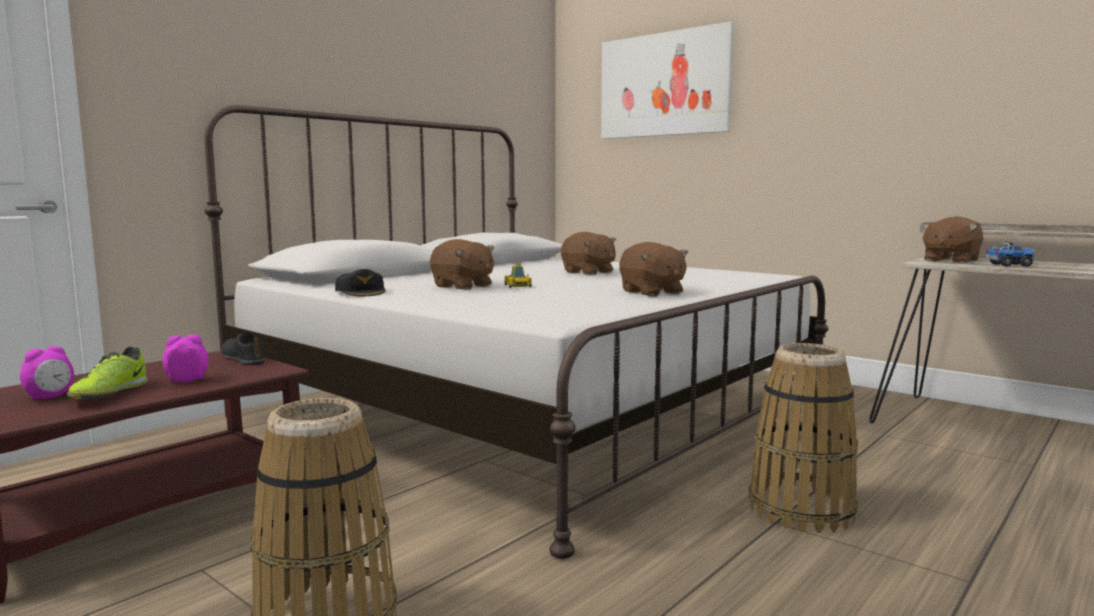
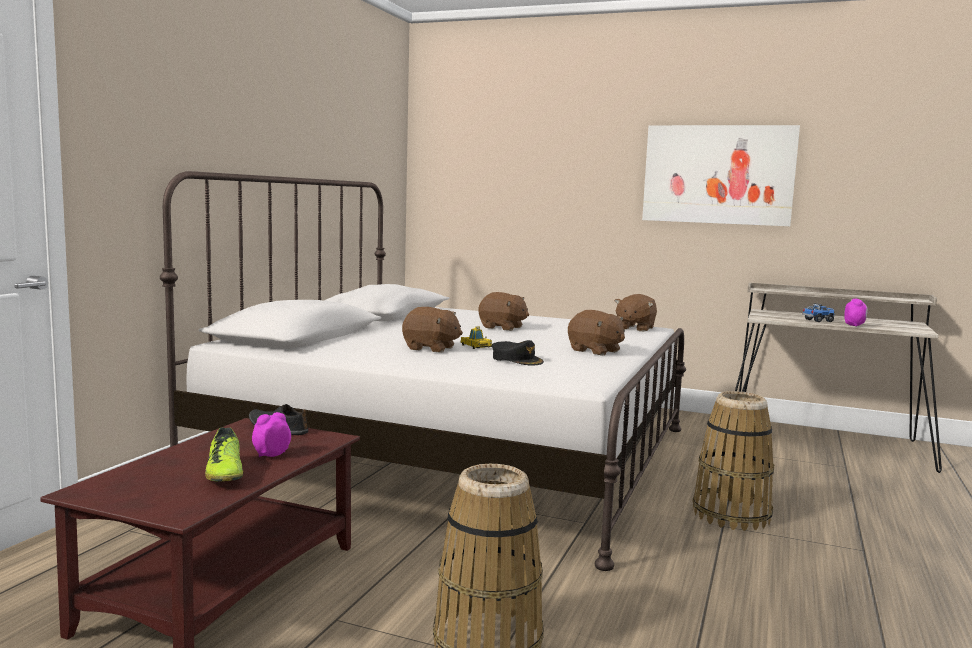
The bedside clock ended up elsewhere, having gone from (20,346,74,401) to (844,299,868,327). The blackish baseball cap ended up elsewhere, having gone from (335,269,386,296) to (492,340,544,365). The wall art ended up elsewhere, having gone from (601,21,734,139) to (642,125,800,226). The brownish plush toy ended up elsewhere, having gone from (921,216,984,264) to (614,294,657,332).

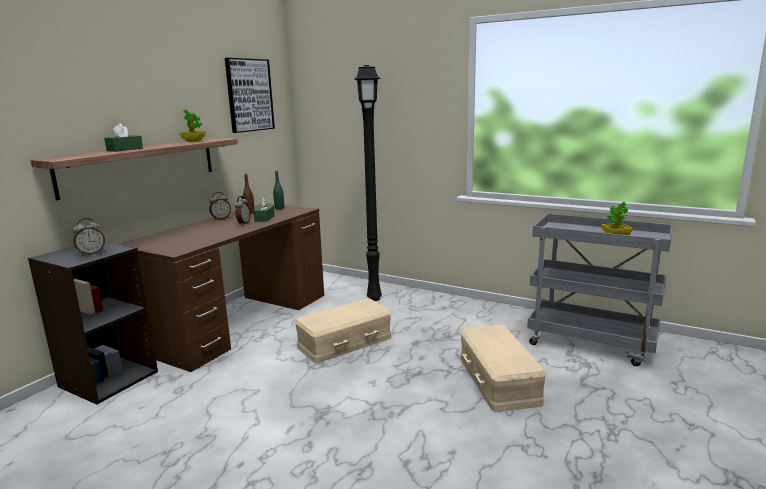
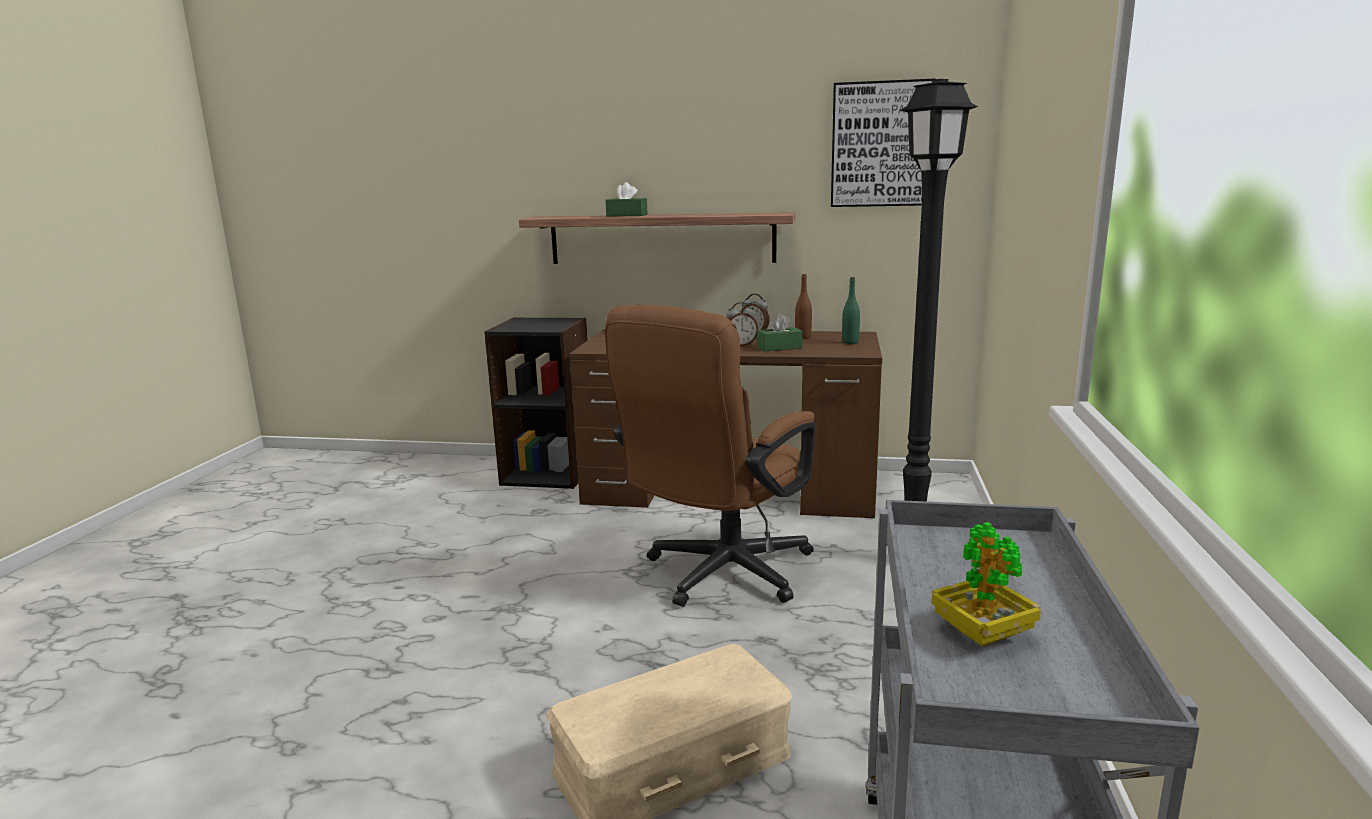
The second view lost the bedside clock at (73,218,105,256). The second view lost the houseplant at (179,109,206,142). Where the sand-coloured storage box stood at (294,298,392,363), the brownish desk chair came to stand at (605,305,816,607).

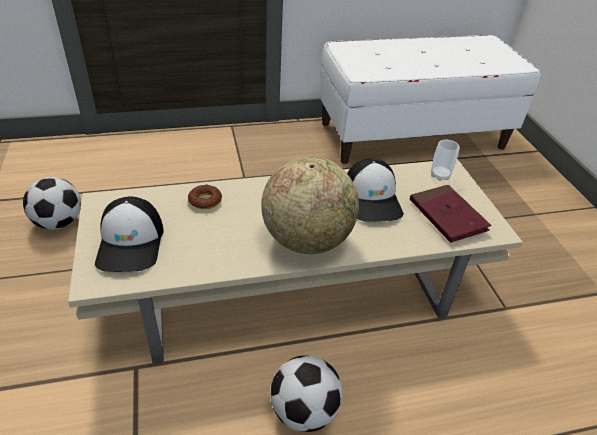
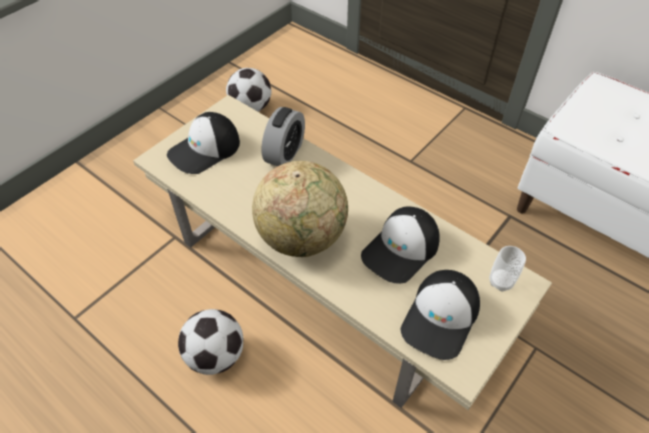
Where the ring doughnut stood at (188,185,222,209), the bedside clock came to stand at (261,107,305,166). Where the red volume stood at (410,185,491,242), the baseball cap came to stand at (400,270,480,360).

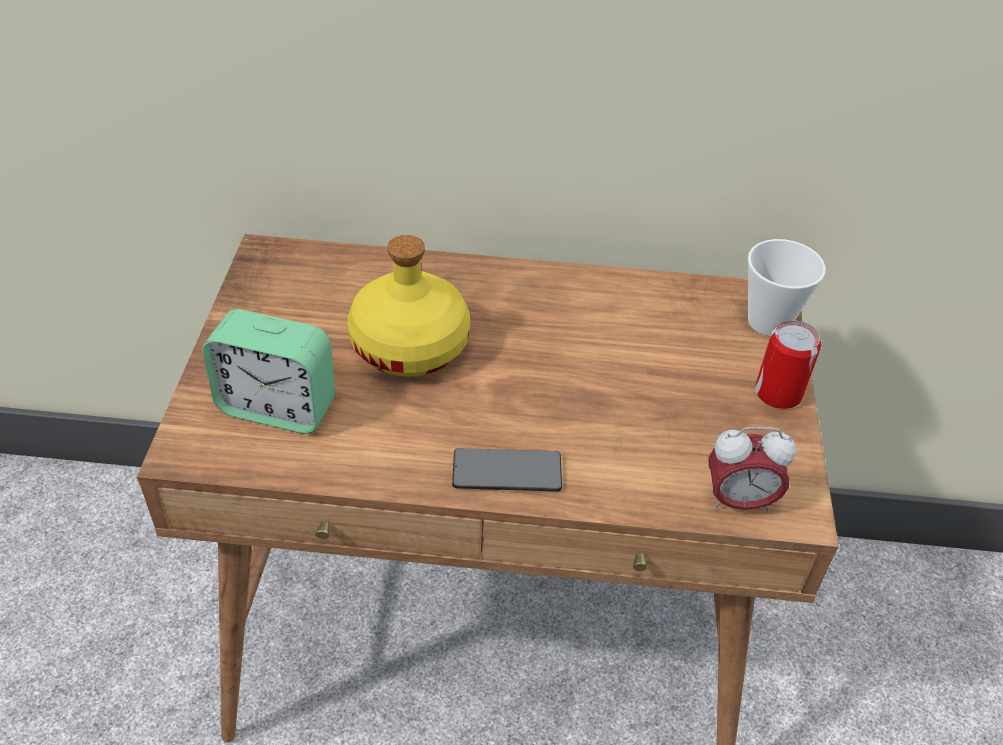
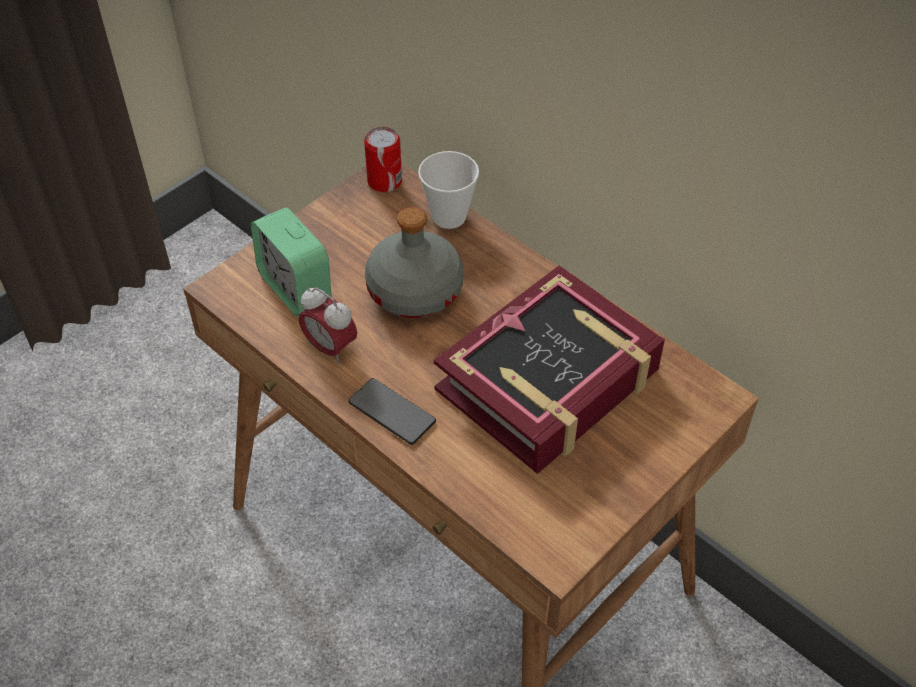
What was the yellowish beverage bottle at (347,235,470,377) turned into the greyish beverage bottle at (365,207,464,318). The bedside clock ended up elsewhere, having gone from (708,427,796,513) to (299,287,357,364). The cup ended up elsewhere, having gone from (748,239,826,336) to (418,151,479,229). The metal can ended up elsewhere, having gone from (755,320,822,409) to (364,127,402,192). The second view gained the volume at (434,266,665,474).

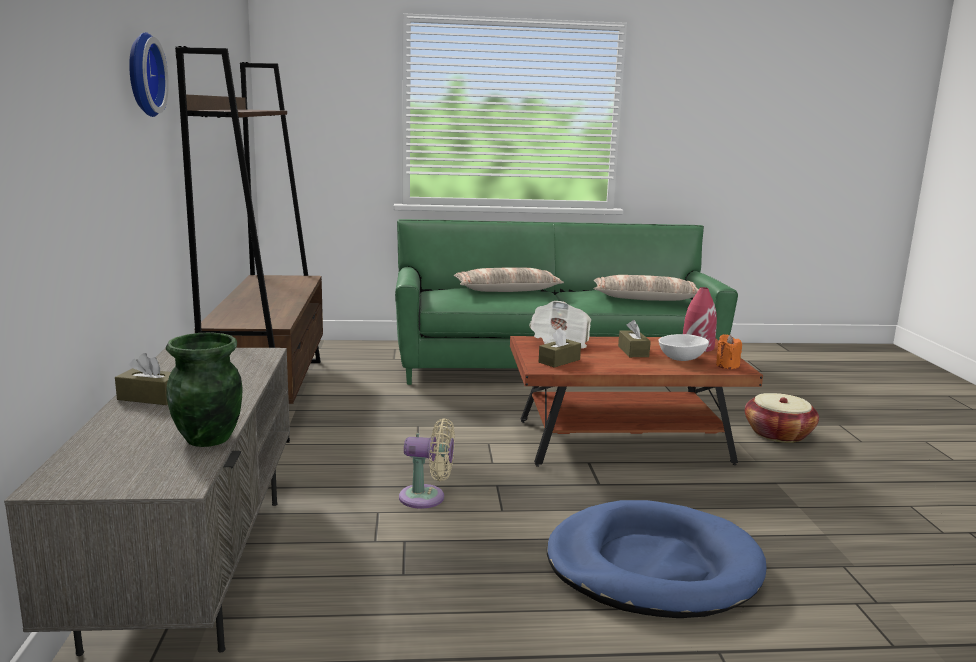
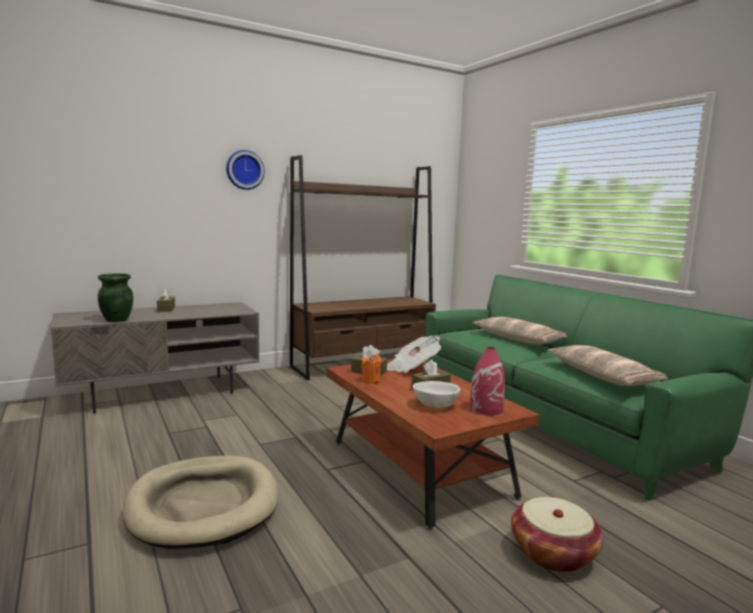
The second view lost the sand-coloured electric fan at (399,418,455,509). What was the bluish dog bed at (547,500,767,618) turned into the sand-coloured dog bed at (122,456,279,549). The orange-coloured wax light ended up elsewhere, having gone from (716,334,742,369) to (361,354,381,384).

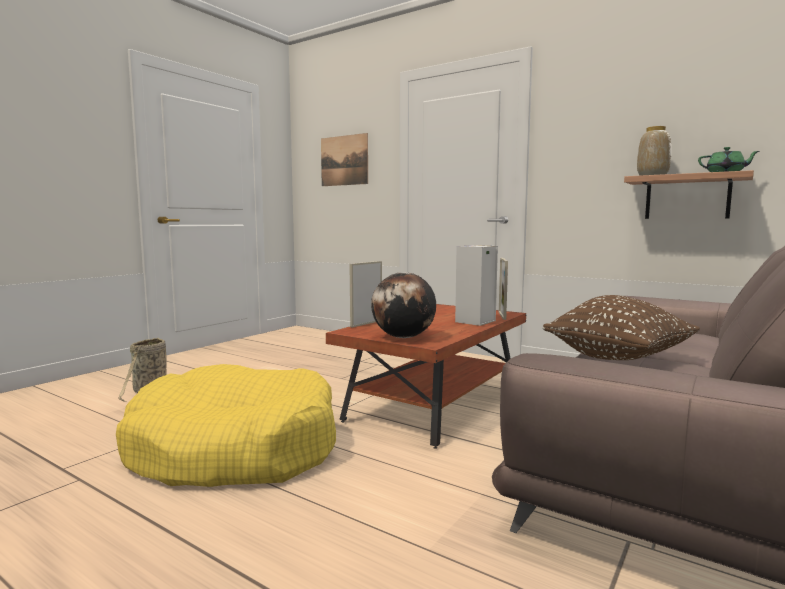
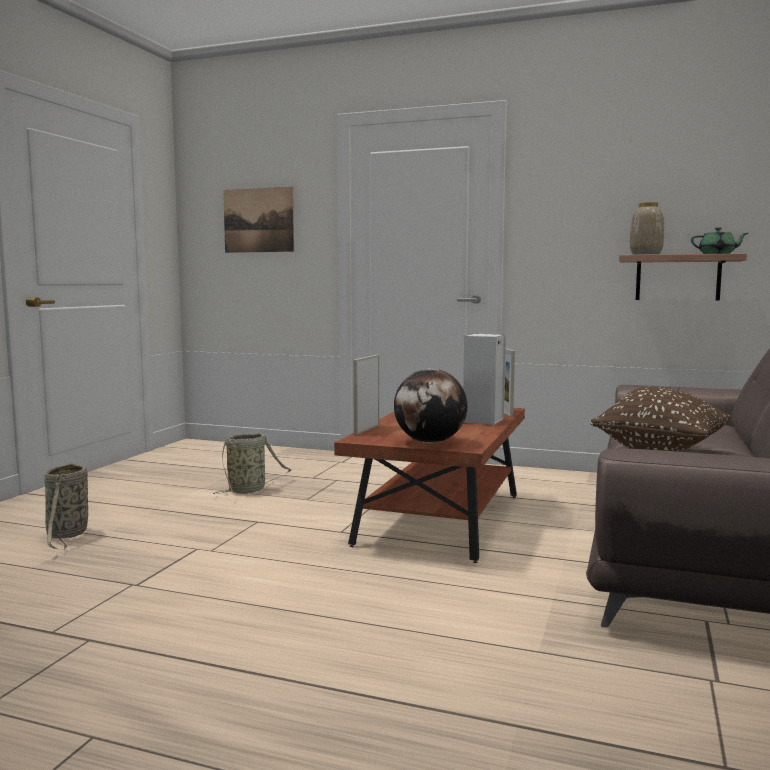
The second view lost the yellowish dog bed at (116,364,336,487). The second view gained the basket at (213,433,291,494).

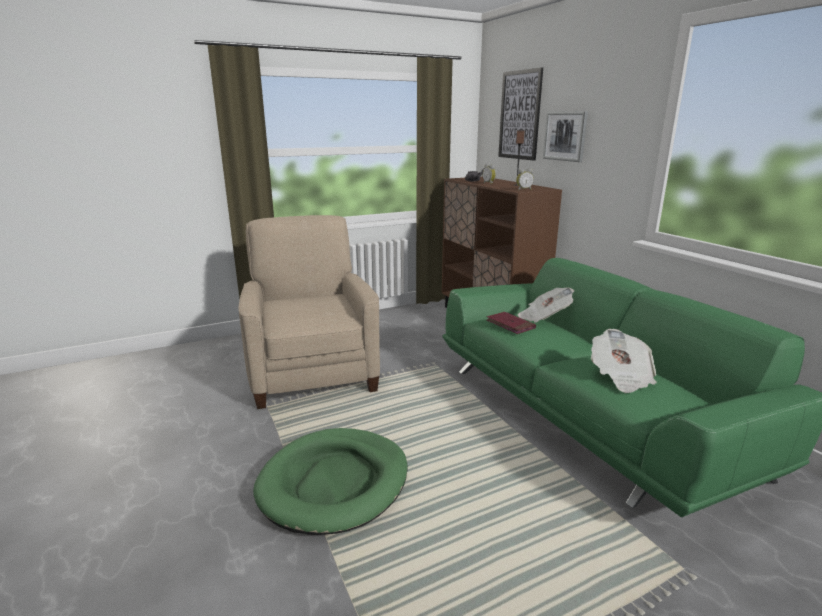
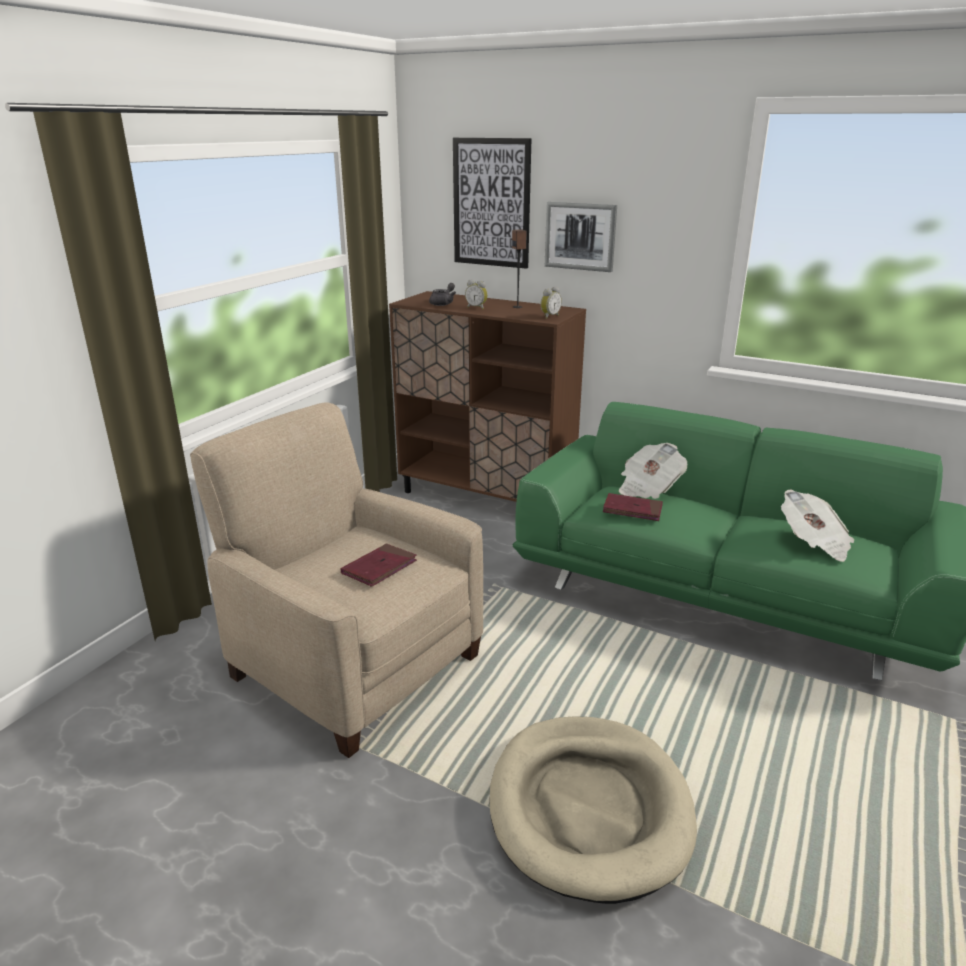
What was the greenish dog bed at (253,428,408,535) turned into the sand-coloured dog bed at (489,716,697,904). The second view gained the red volume at (341,544,417,587).

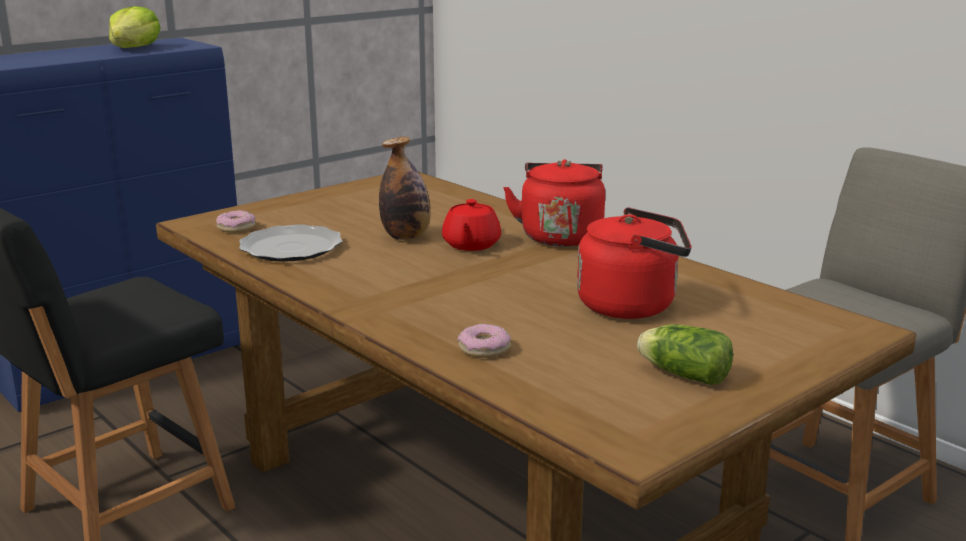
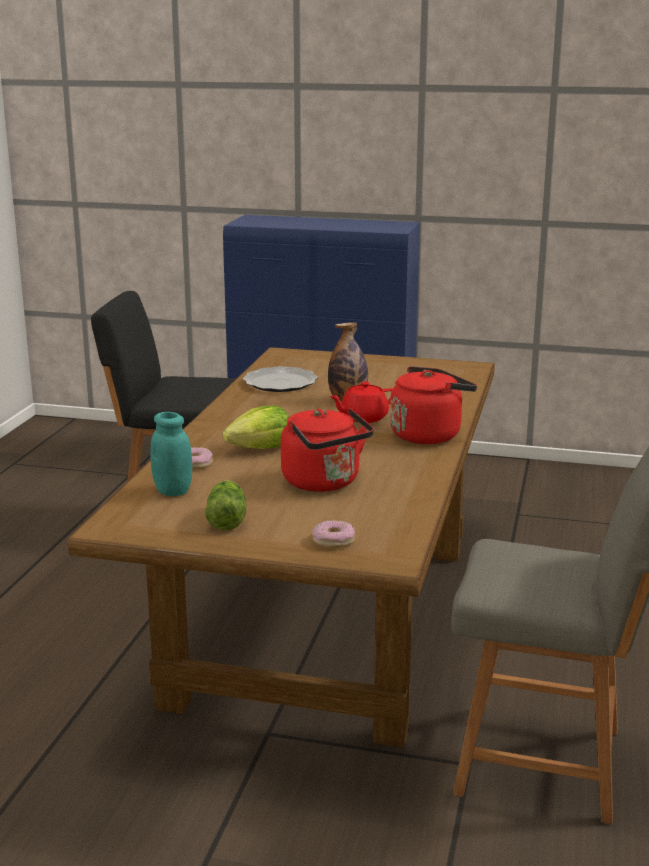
The head of lettuce ended up elsewhere, having gone from (109,6,161,48) to (222,405,289,449). The ring doughnut ended up elsewhere, having gone from (216,210,256,233) to (313,520,355,548). The second view gained the turquoise-coloured storage jar at (150,412,192,496).

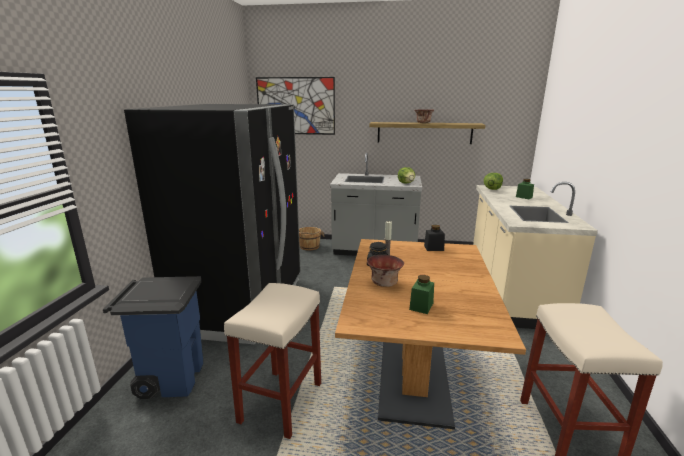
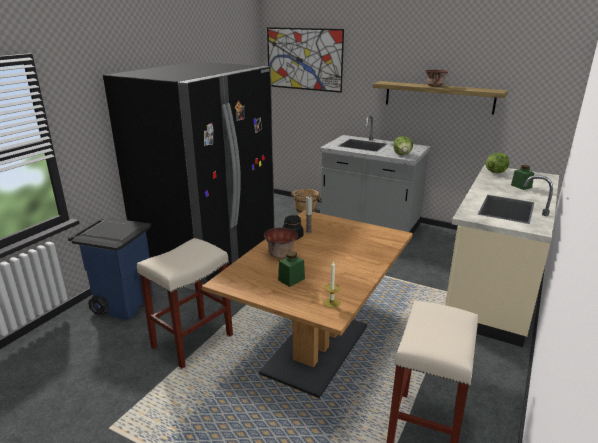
The second view lost the blackish storage jar at (424,225,445,251). The second view gained the wax light at (323,261,341,308).

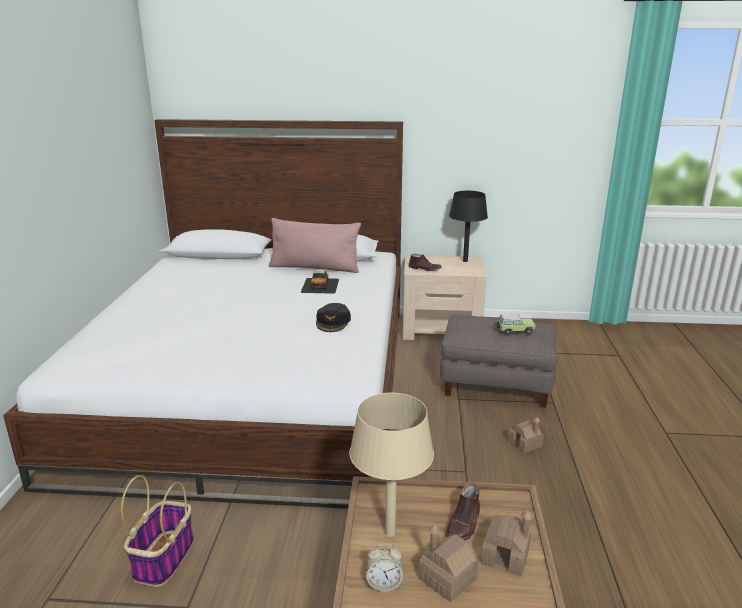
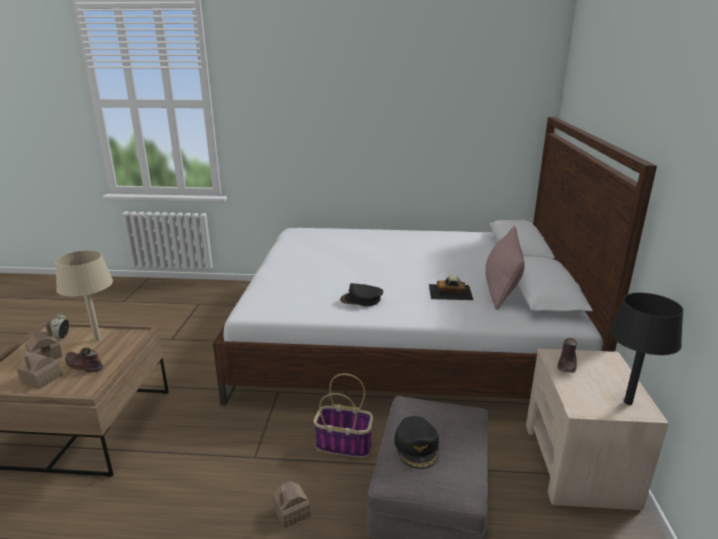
The basket ended up elsewhere, having gone from (121,475,194,587) to (313,373,373,458). Where the toy car stood at (497,314,536,335), the blackish baseball cap came to stand at (394,416,439,469).

